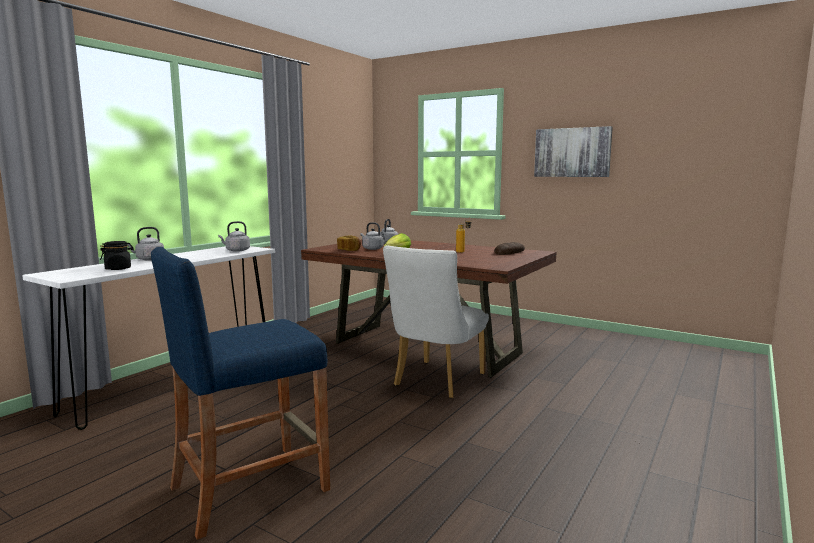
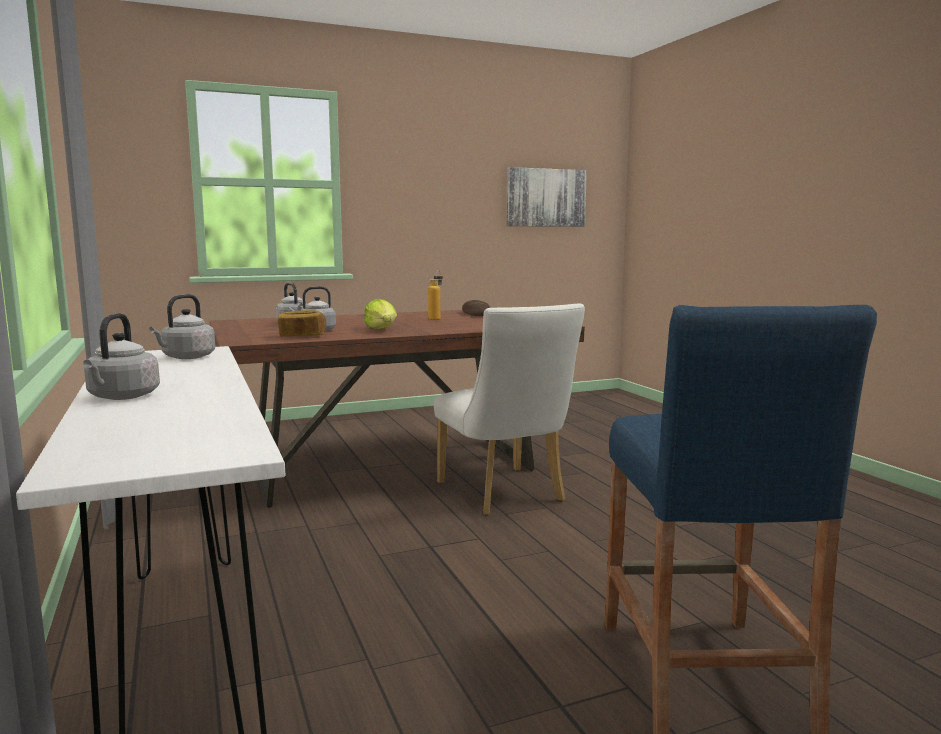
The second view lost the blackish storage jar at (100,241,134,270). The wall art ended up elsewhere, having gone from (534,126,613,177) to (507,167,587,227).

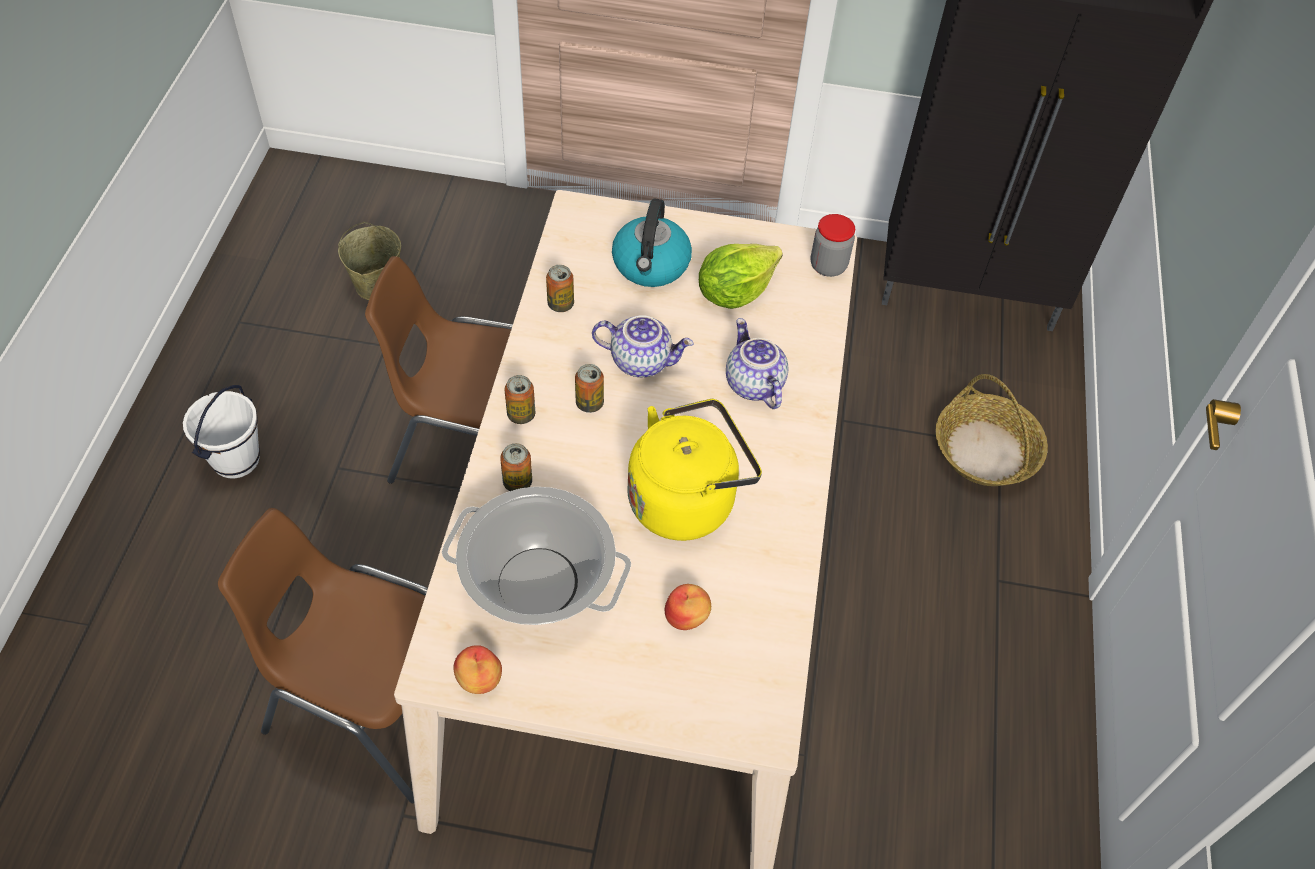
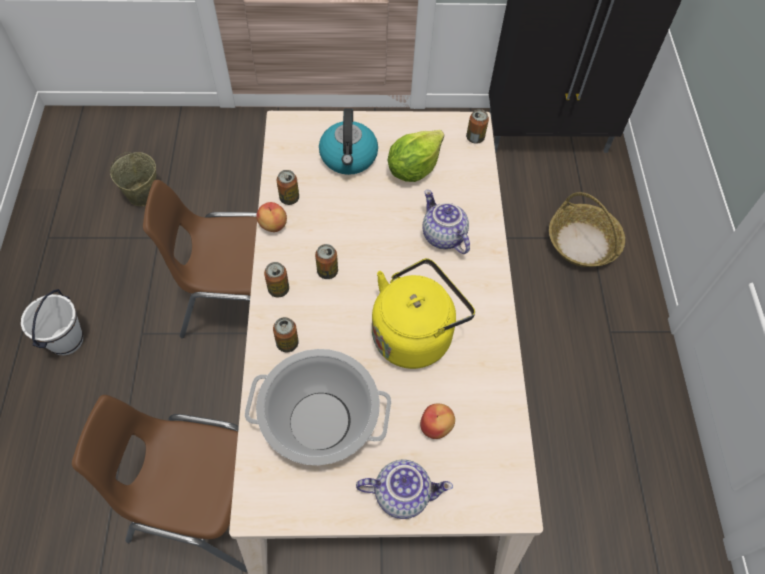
The whole apple ended up elsewhere, having gone from (453,645,502,694) to (256,202,287,232). The pot for tea ended up elsewhere, having gone from (592,315,694,377) to (356,460,453,519). Where the storage jar stood at (811,214,855,277), the metal can came to stand at (466,109,489,144).

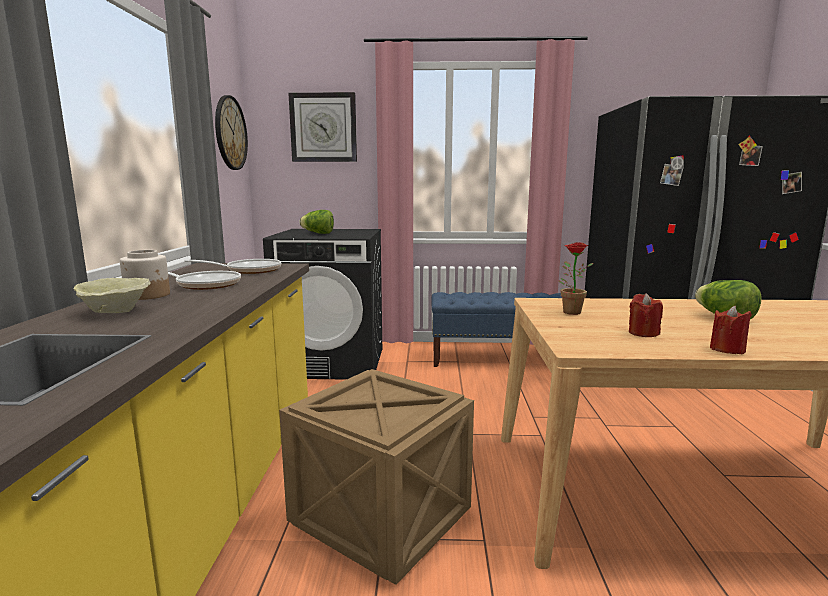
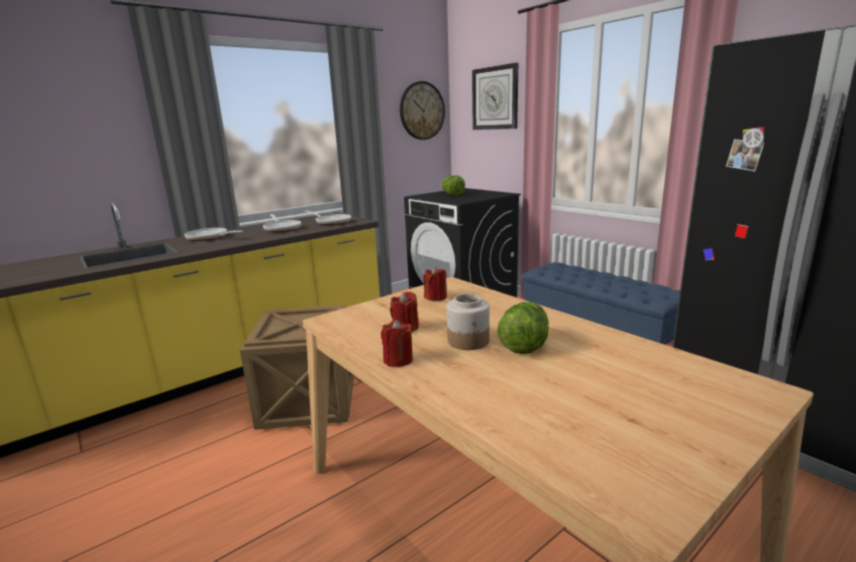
Where the sand-coloured serving bowl stood at (74,278,151,313), the frying pan came to stand at (185,228,243,241). The storage jar ended up elsewhere, having gone from (120,250,170,300) to (447,294,490,350). Where the houseplant stood at (559,242,593,315), the red wax light came to stand at (423,266,447,301).

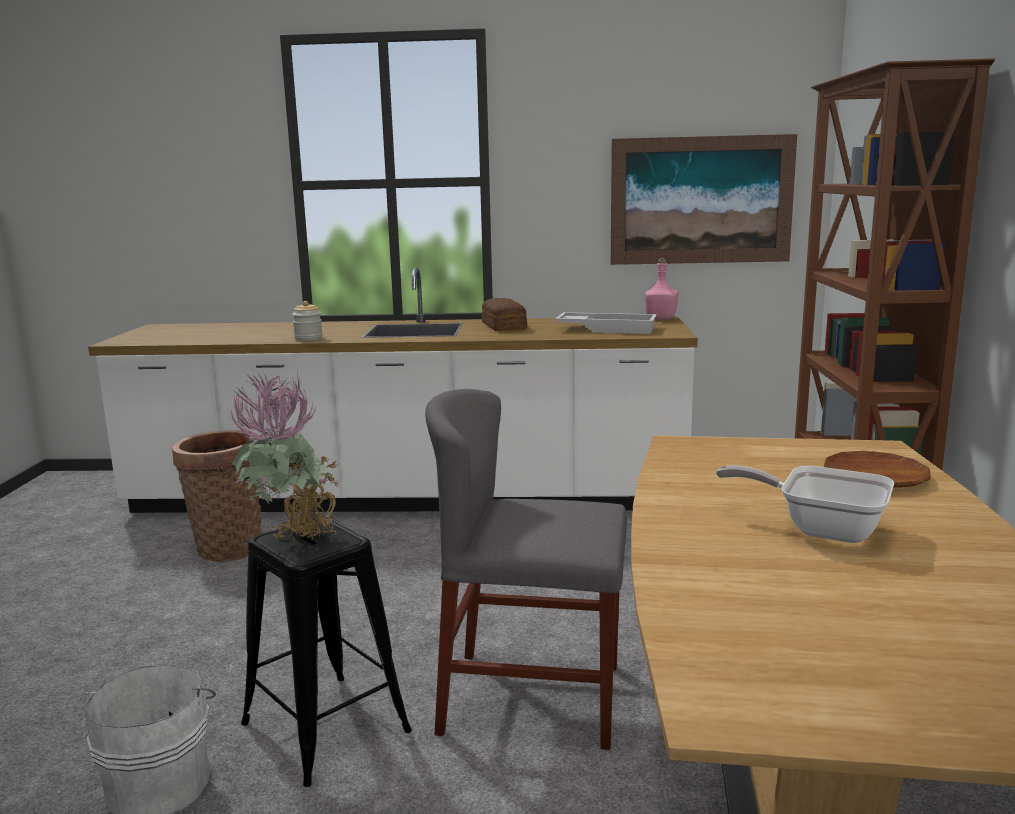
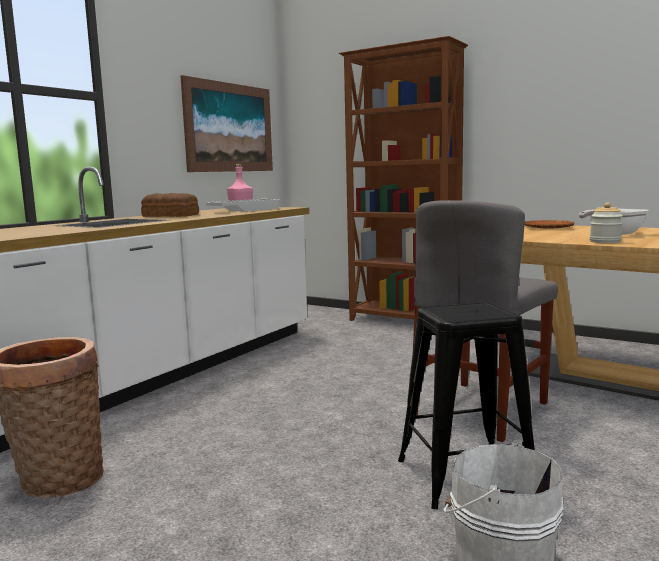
The second view lost the houseplant at (228,372,341,542). The storage jar ended up elsewhere, having gone from (292,301,323,341) to (590,203,623,243).

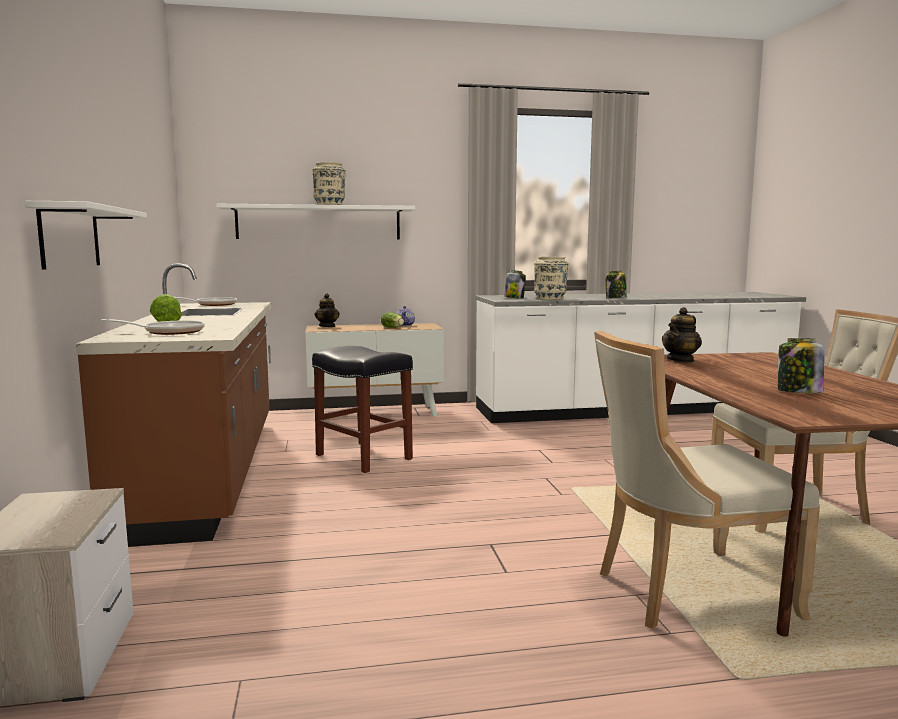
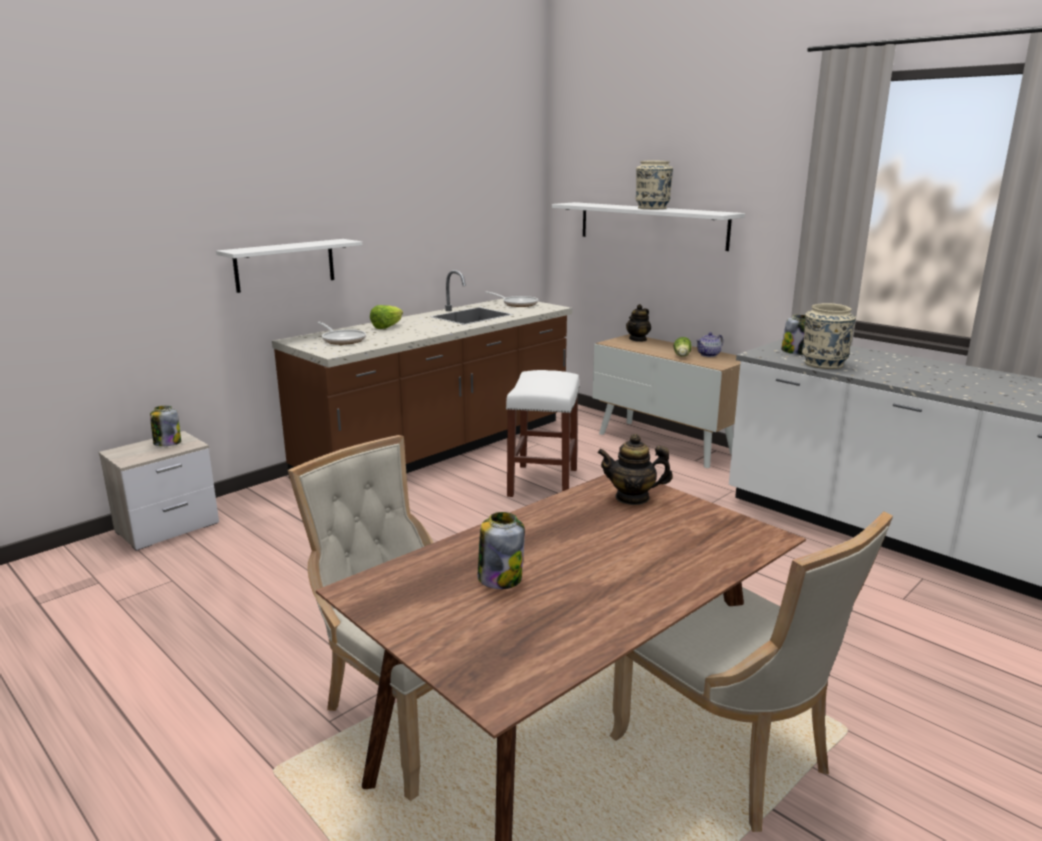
What was the blackish stool seat at (312,346,413,473) turned into the white stool seat at (506,370,580,497). The storage jar ended up elsewhere, having gone from (605,270,627,298) to (150,406,181,446).

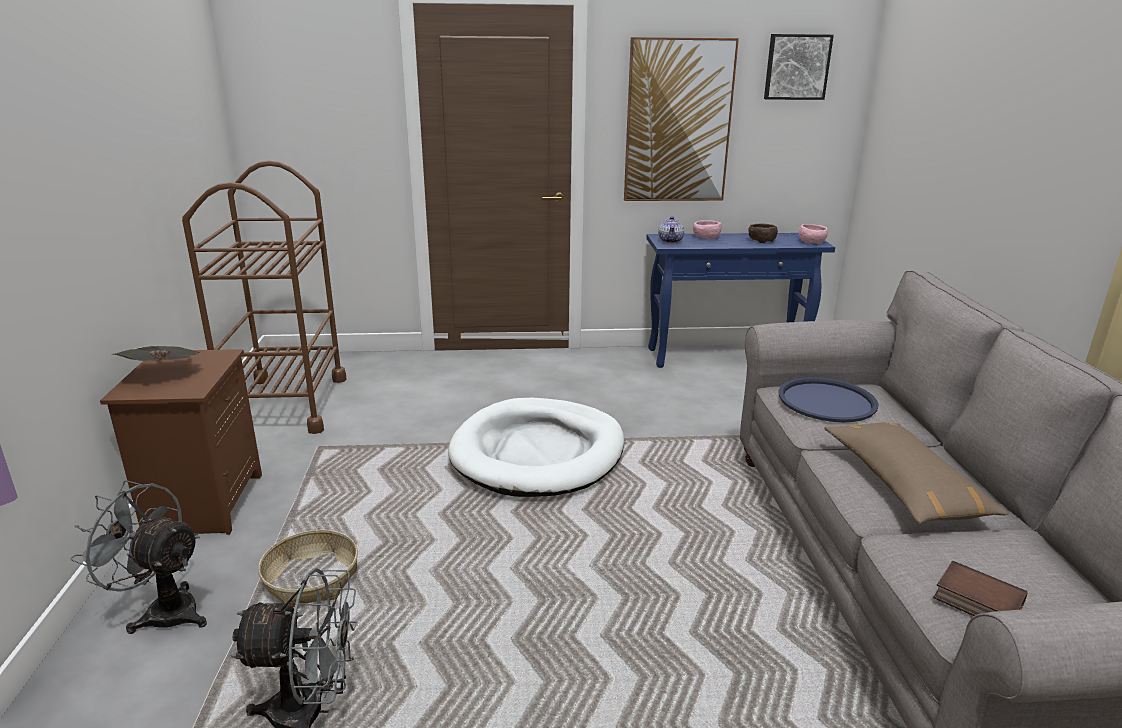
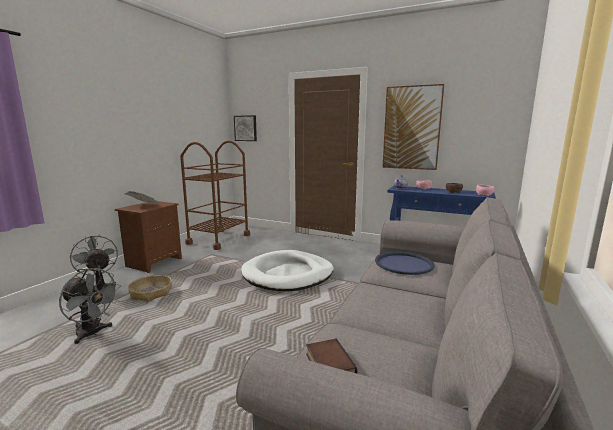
The wall art ended up elsewhere, having gone from (764,34,834,100) to (234,115,257,141). The second view lost the brownish pillow at (824,422,1008,524).

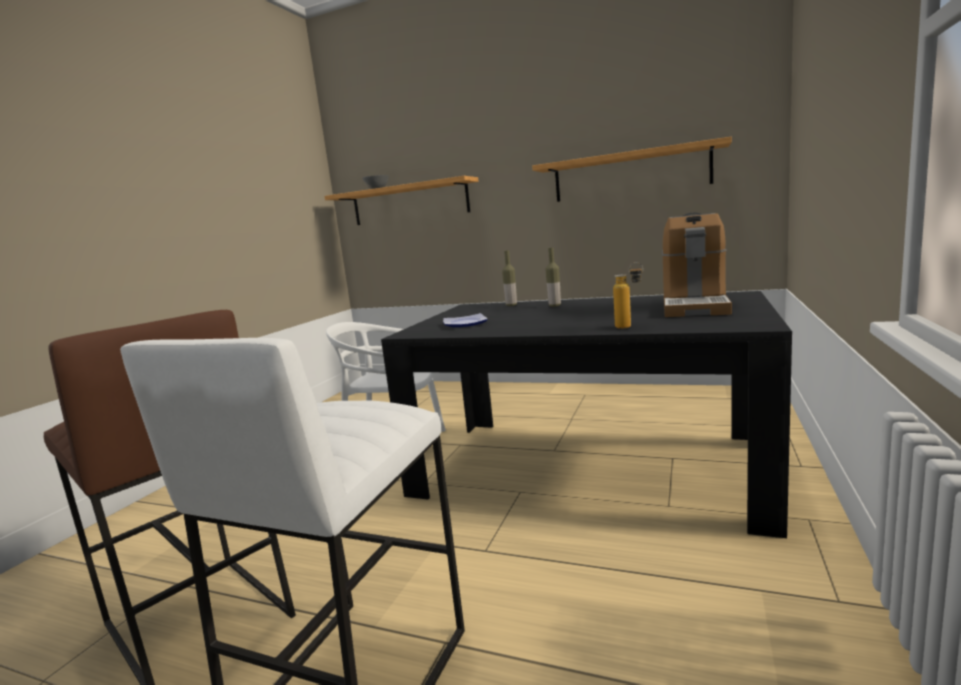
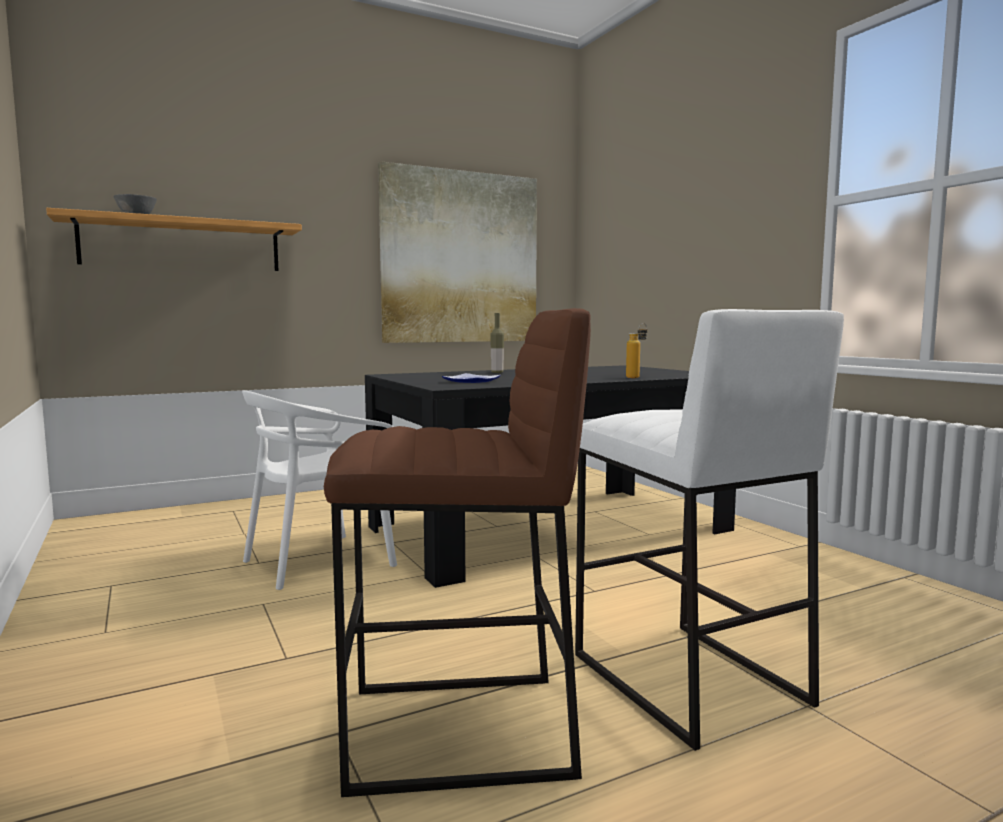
The second view lost the beverage bottle at (502,250,517,306). Where the bracket shelf hung at (532,137,732,202), the wall art came to hang at (378,162,537,343). The second view lost the coffee maker at (662,213,732,317).

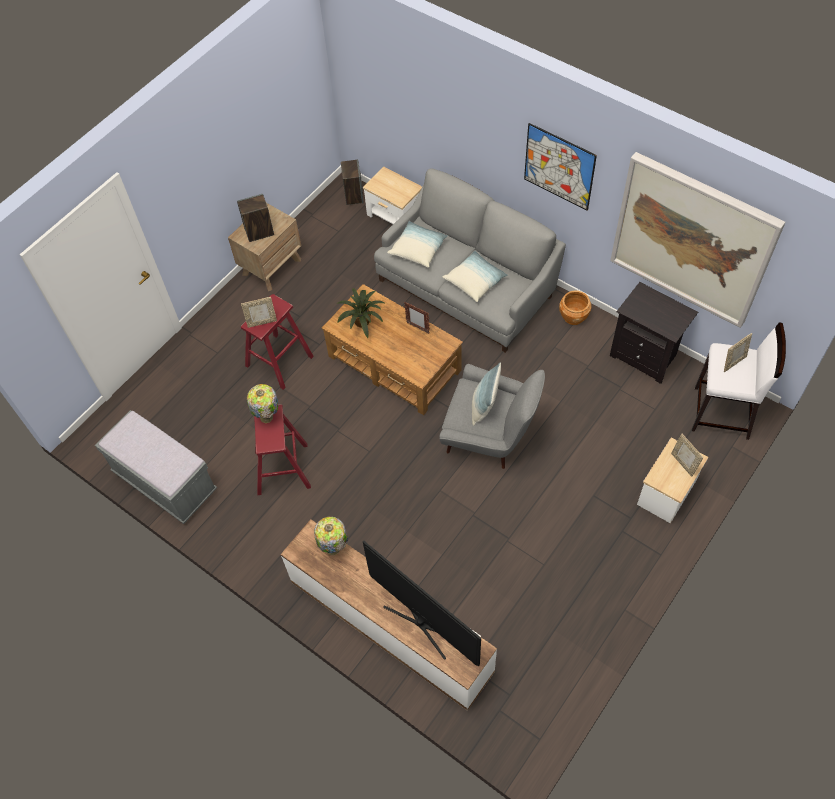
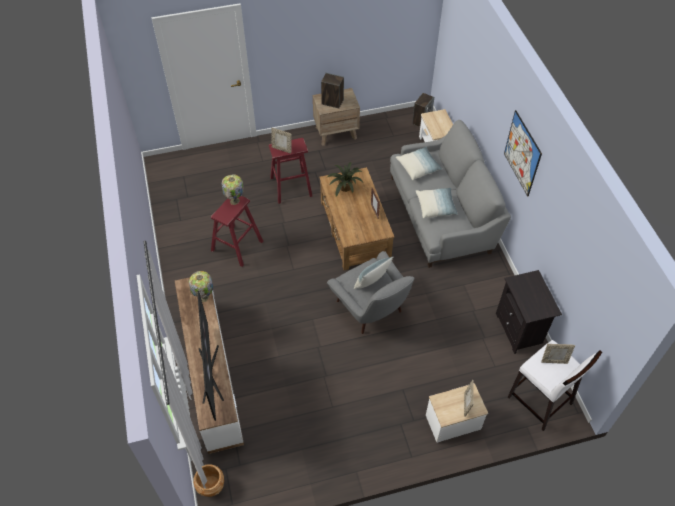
The second view lost the greyish long seat at (95,410,217,524). The brownish planter ended up elsewhere, having gone from (559,290,592,325) to (193,464,224,497). The second view lost the wall art at (610,152,786,328).

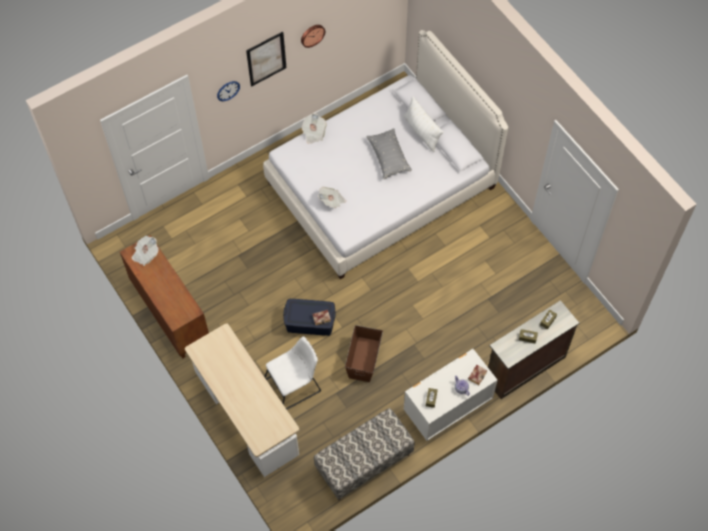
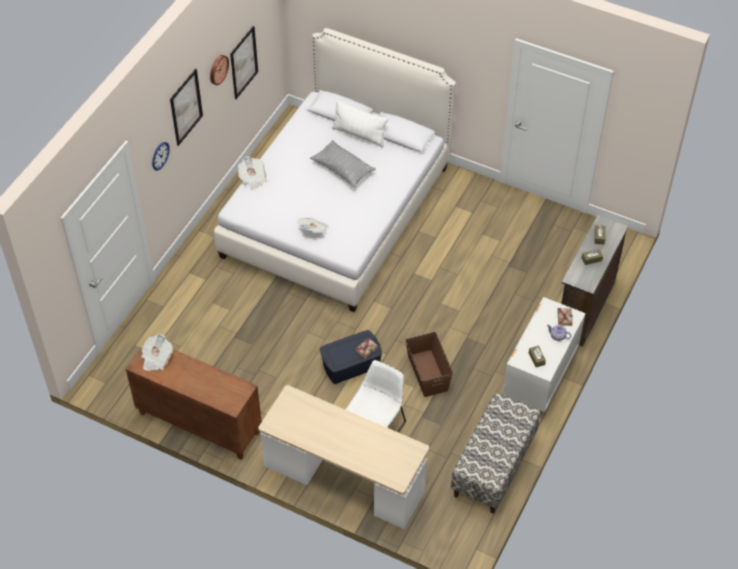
The second view gained the wall art at (230,26,258,99).

